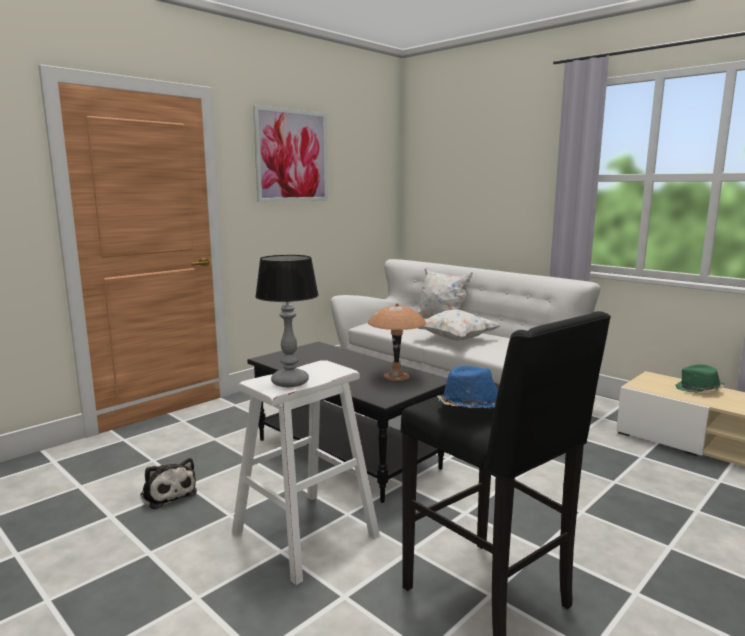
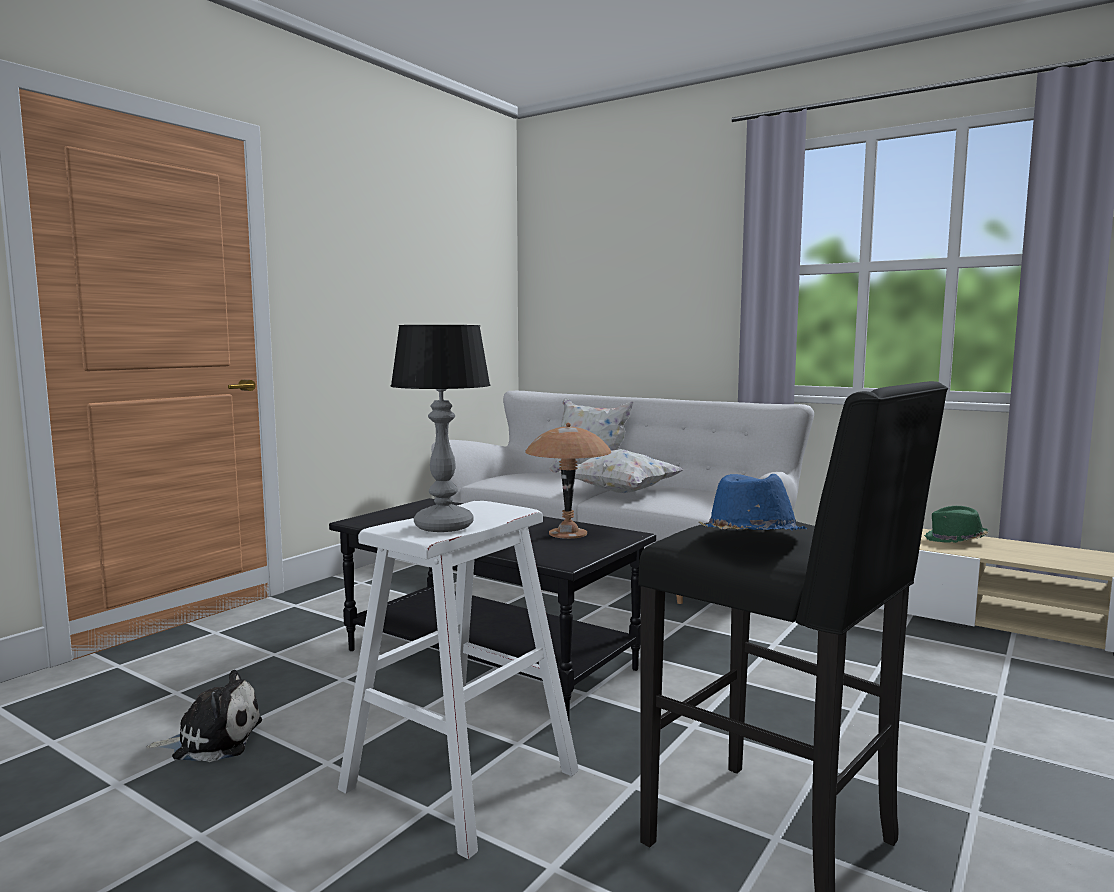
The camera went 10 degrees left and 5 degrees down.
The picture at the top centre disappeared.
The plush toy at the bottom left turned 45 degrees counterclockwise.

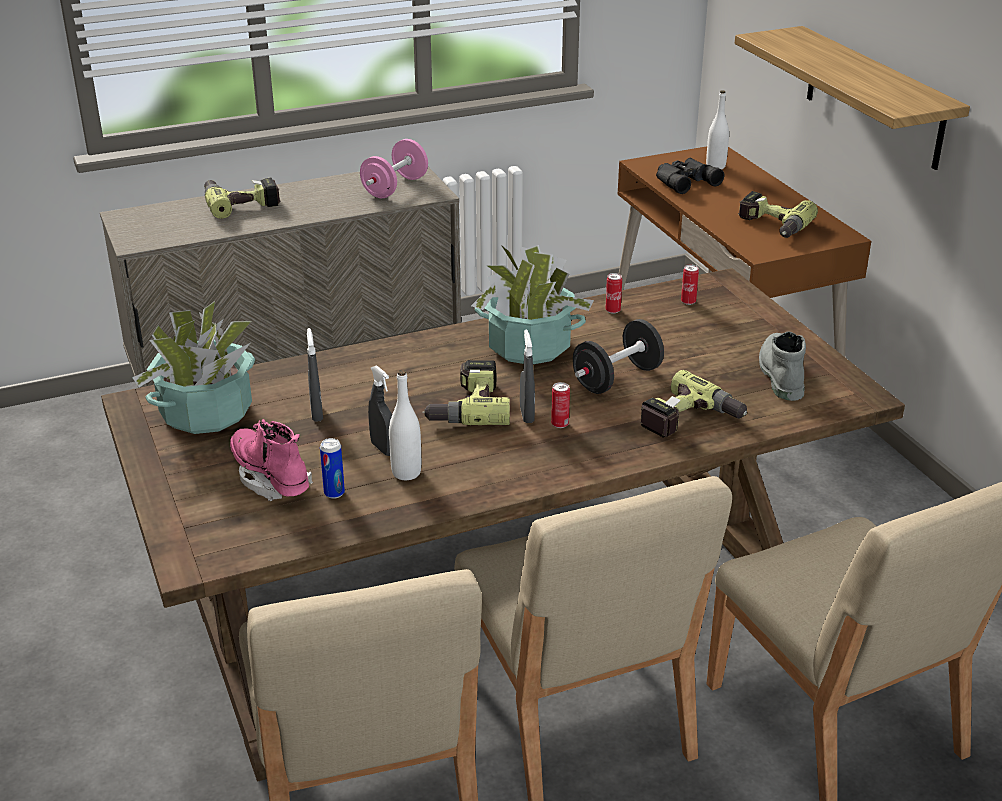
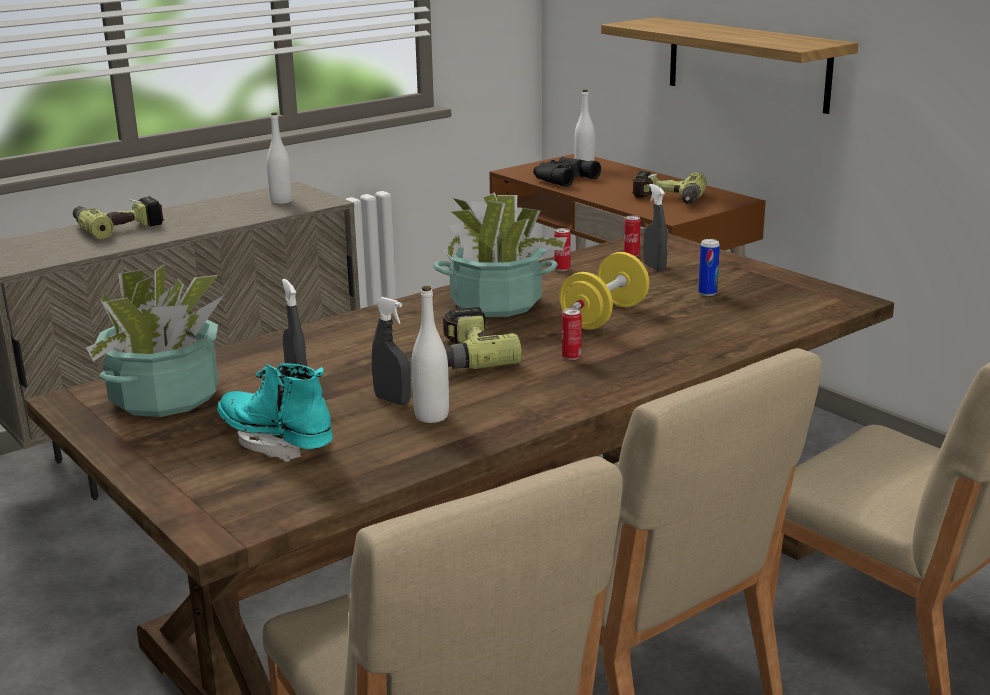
The camera went 15 degrees left and 10 degrees down.
The pink dumbbell at the top centre was replaced by the white bottle (no. 1 from left) at the top left.
The black dumbbell at the centre became the yellow dumbbell at the centre.
The grey spray bottle (no. 3 from left) moved from the centre to the top centre.
The grey boot at the middle right disappeared.
The power drill (no. 3 from left) at the middle right disappeared.
The pink boot at the middle left became the turquoise boot at the middle left.
The can (no. 1 from left in the first image) moved from the middle left to the middle right.

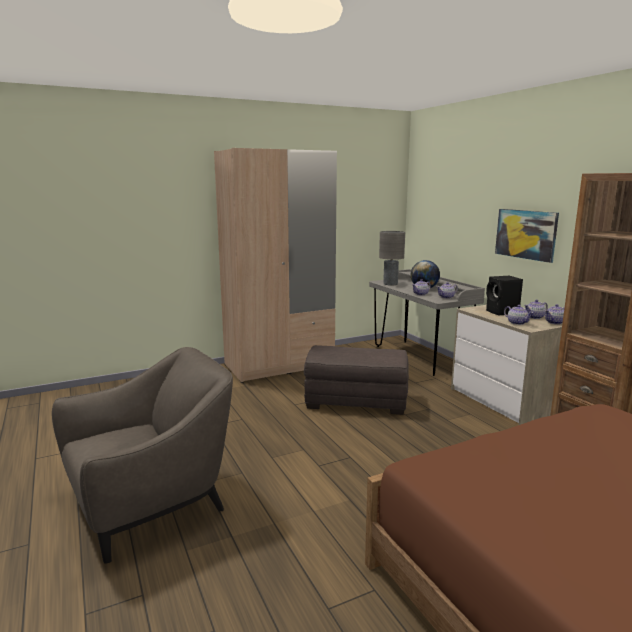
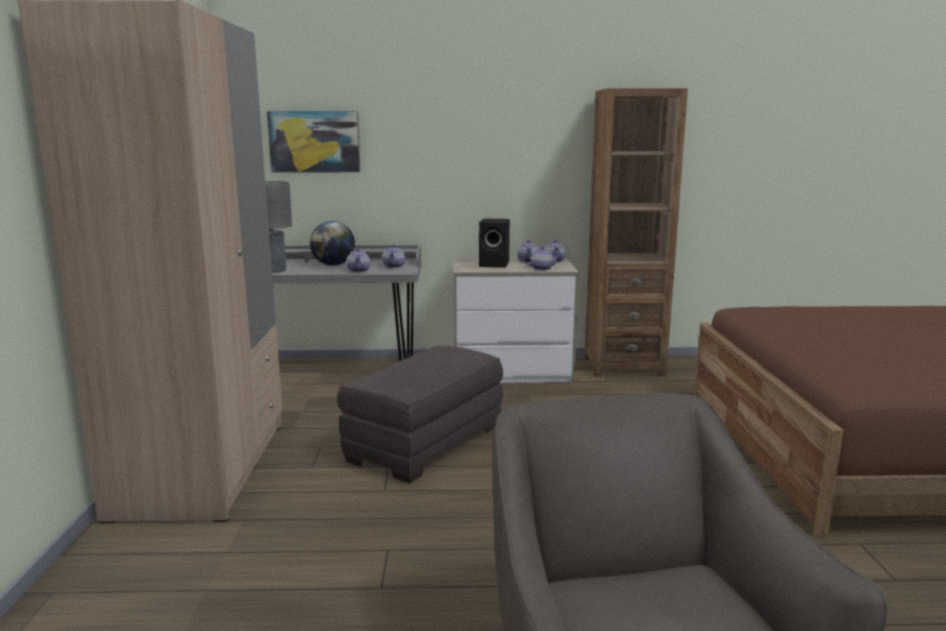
The camera went 65 degrees left and 0 degrees up.
The picture moved from the middle right to the top left.

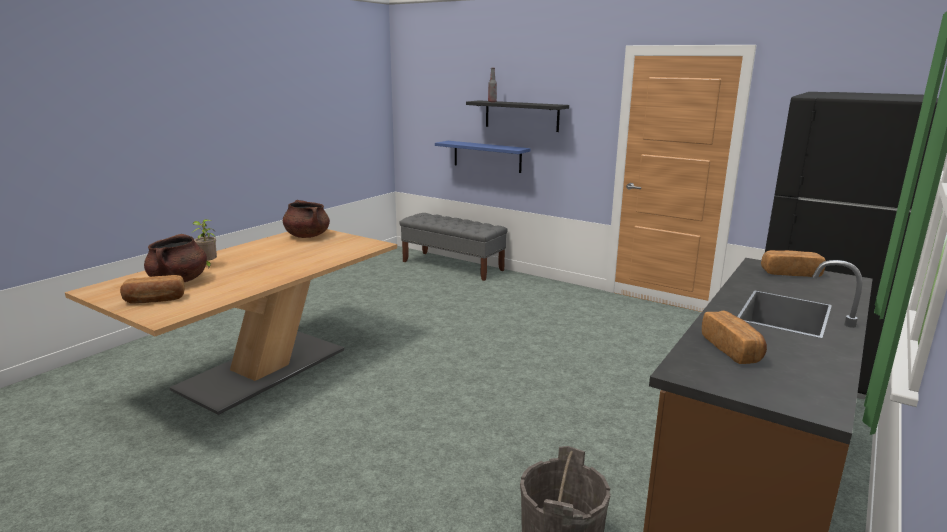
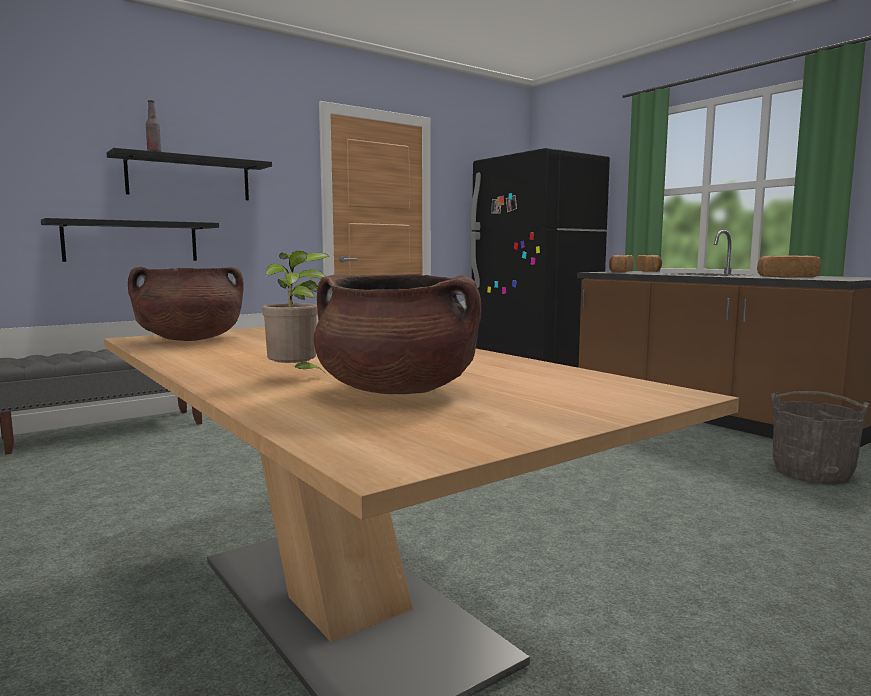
The camera went 70 degrees left and 10 degrees down.
The blue shelf at the top centre became the black shelf (no. 1 from left) at the middle left.
The bread (no. 1 from left in the first image) moved from the middle left to the middle right.

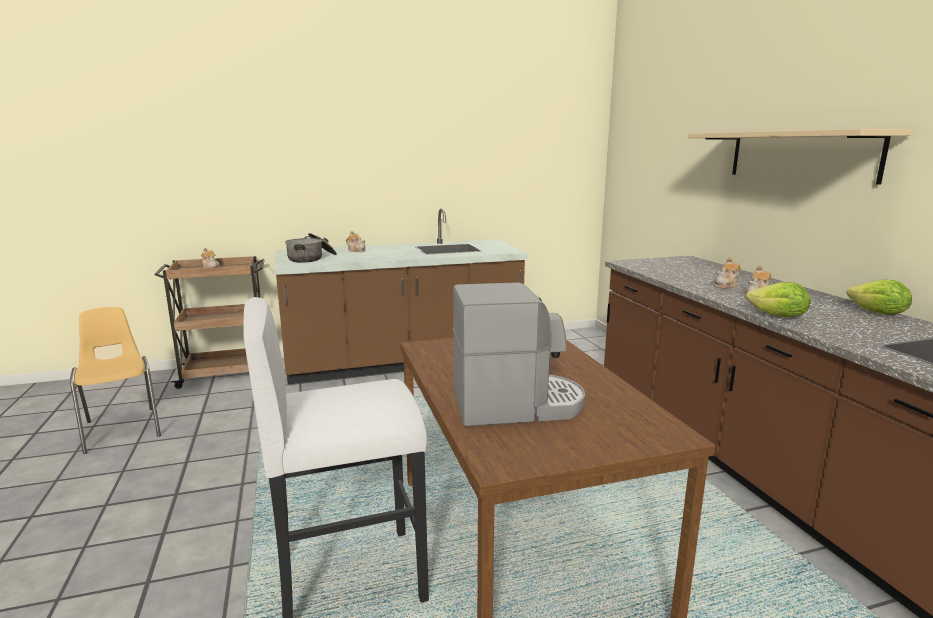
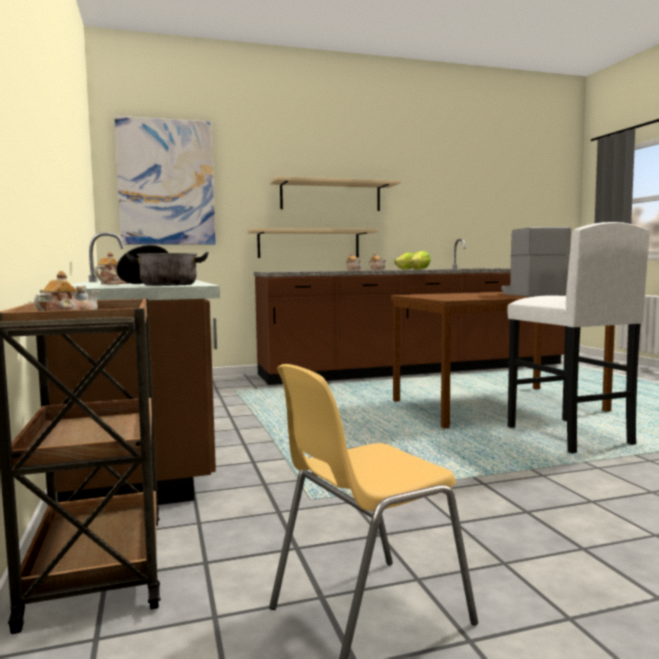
The camera went 90 degrees left and 10 degrees down.
The picture at the top left appeared.
The beige shelf (no. 1 from left) at the centre appeared.

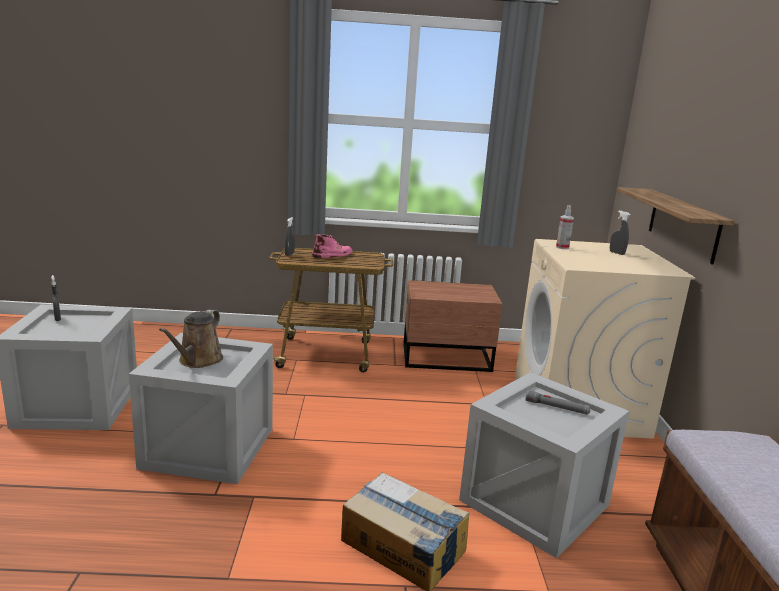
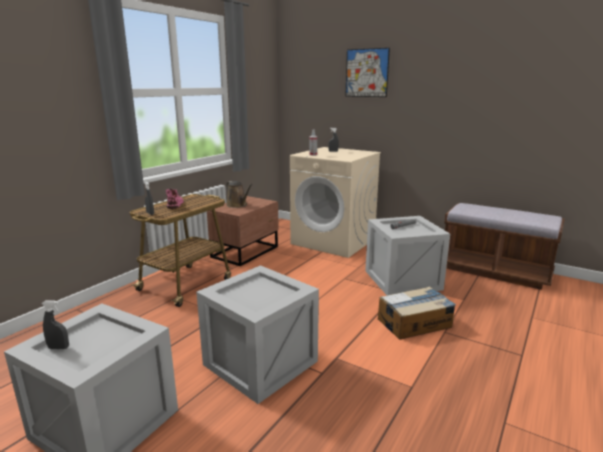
The camera went 55 degrees left and 0 degrees up.
The shelf at the middle right disappeared.
The brown watering can moved from the middle left to the centre.
The picture at the top centre appeared.

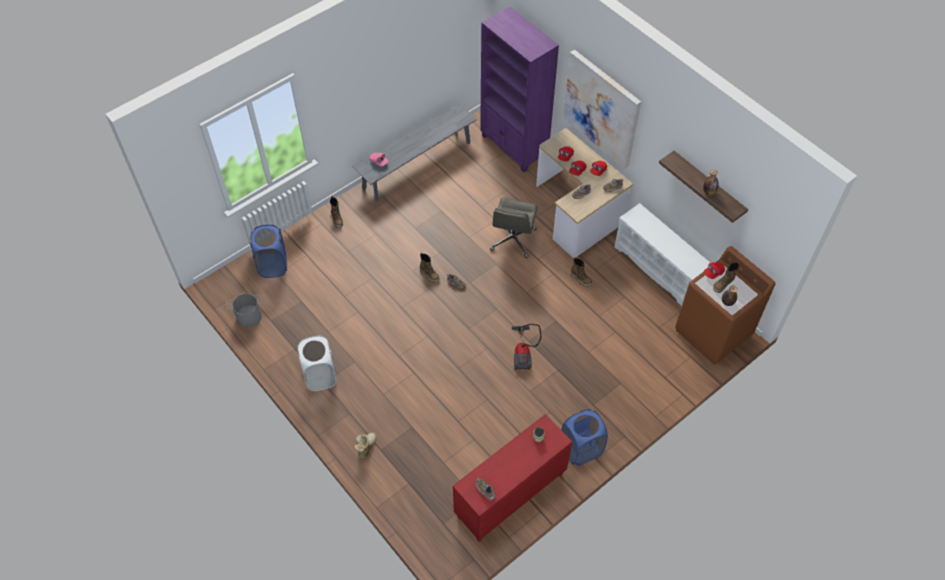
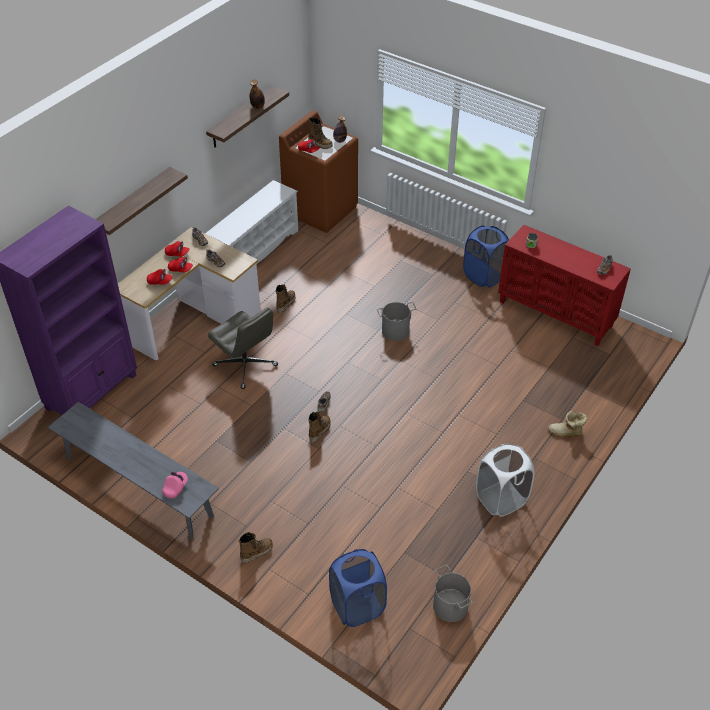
The camera went 105 degrees left and 10 degrees down.
The picture at the top centre was replaced by the shelf (no. 1 from left) at the top left.
The grey office chair at the centre turned 45 degrees clockwise.
The vacuum cleaner at the centre was replaced by the grey bucket (no. 1 from left) at the centre.

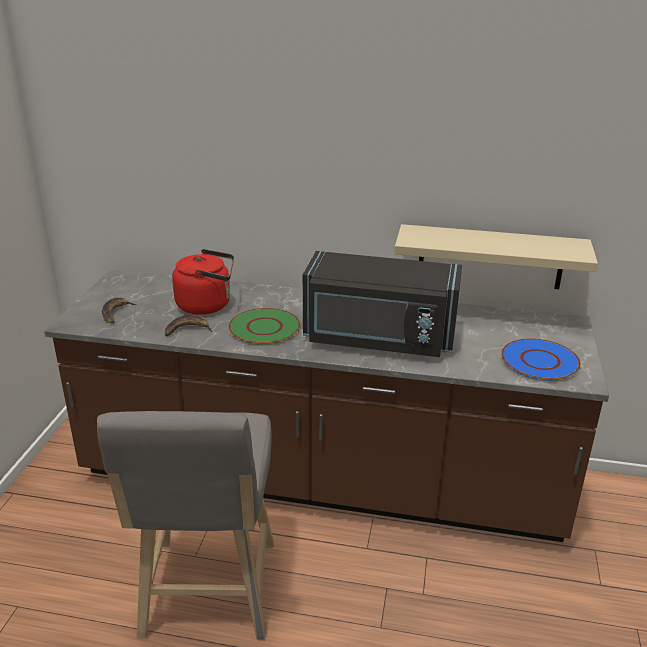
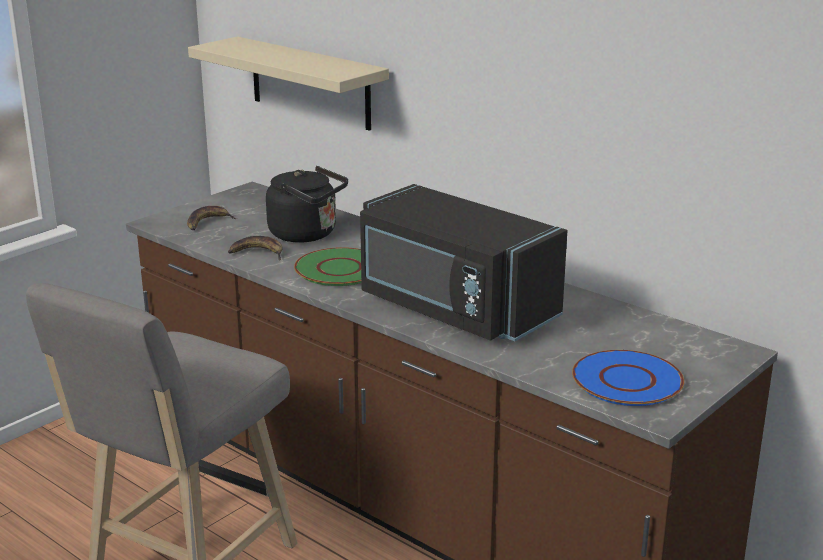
The camera went 30 degrees right and 5 degrees down.
The beige shelf moved from the middle right to the top centre.
The red kettle at the middle left became the black kettle at the centre.

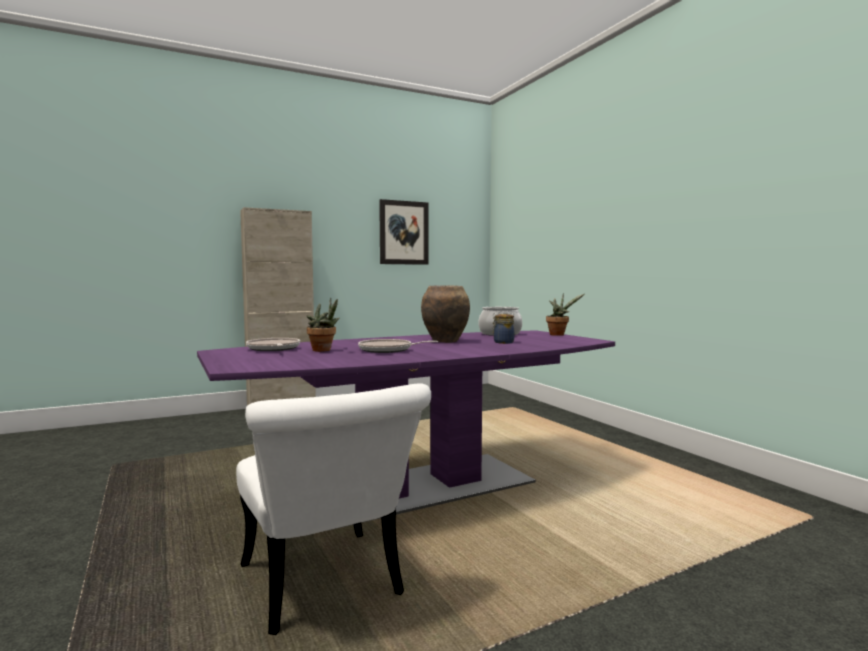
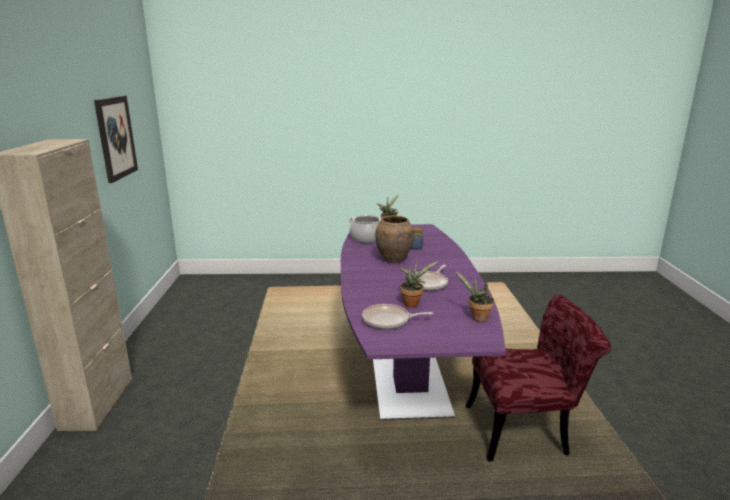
The camera went 65 degrees left and 15 degrees up.
The white chair at the bottom centre became the red chair at the bottom right.
The potted plant (no. 3 from left) at the centre appeared.

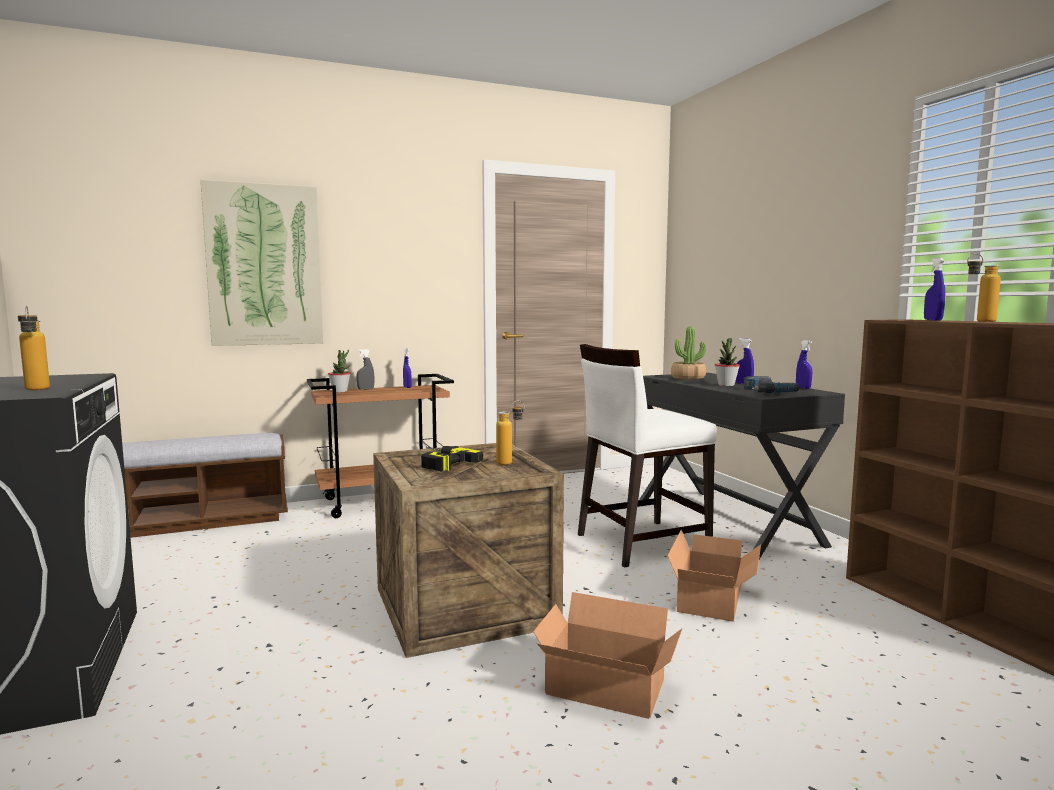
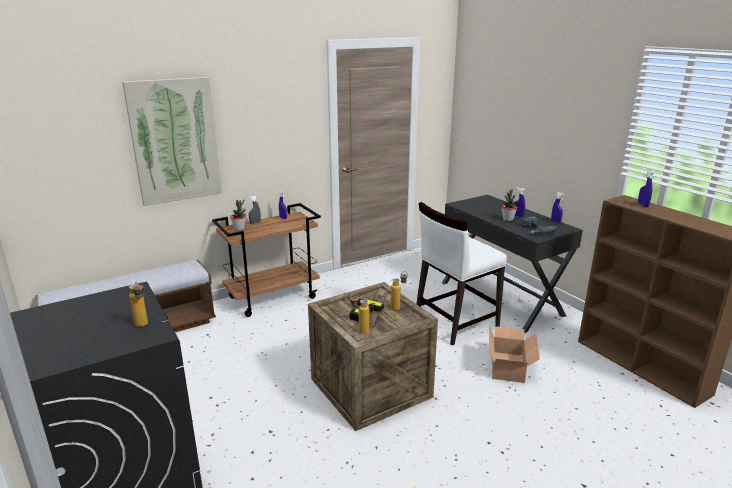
The camera went 10 degrees left and 15 degrees up.
The bottle (no. 3 from left in the first image) moved from the middle right to the centre.
The potted plant (no. 2 from left) at the centre disappeared.
The cardboard box (no. 1 from left) at the bottom centre disappeared.

